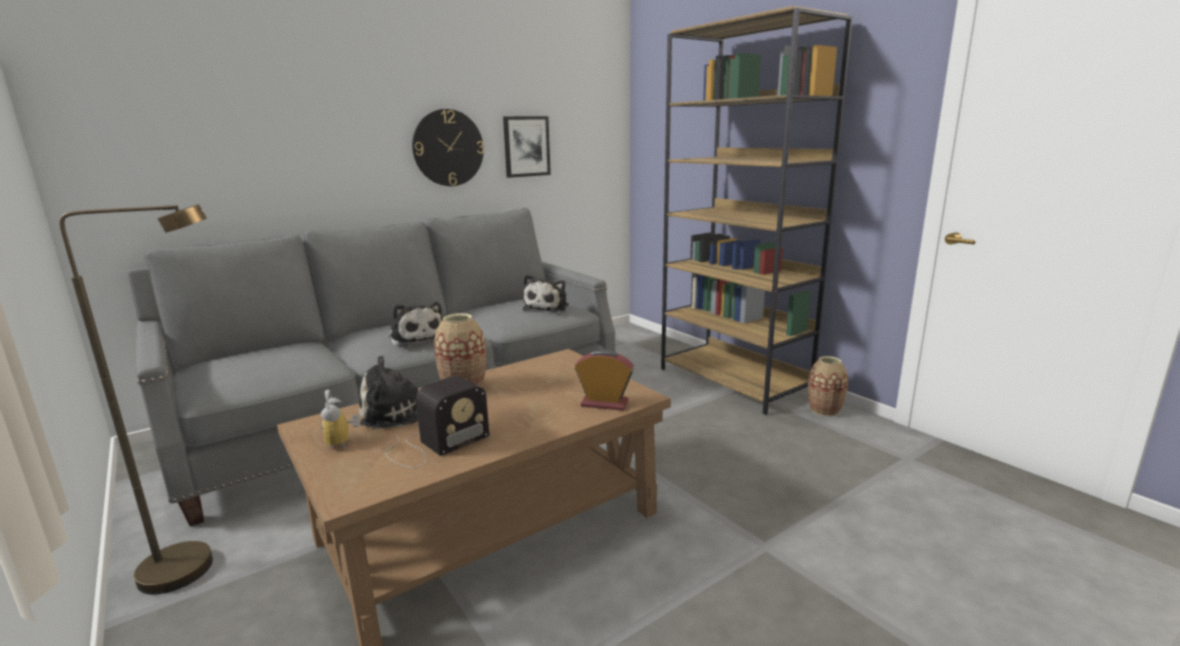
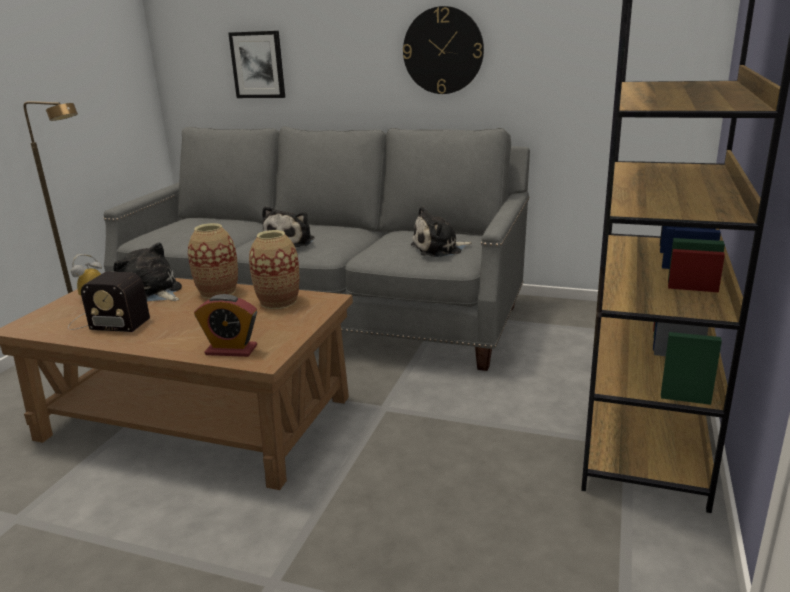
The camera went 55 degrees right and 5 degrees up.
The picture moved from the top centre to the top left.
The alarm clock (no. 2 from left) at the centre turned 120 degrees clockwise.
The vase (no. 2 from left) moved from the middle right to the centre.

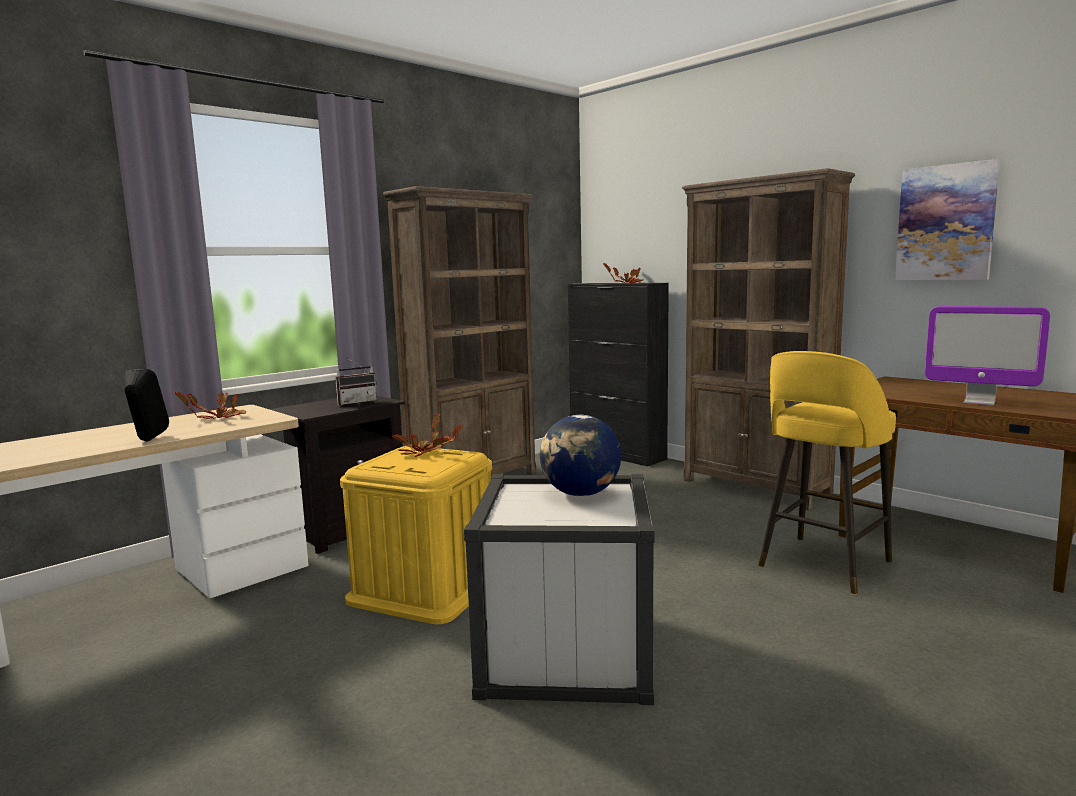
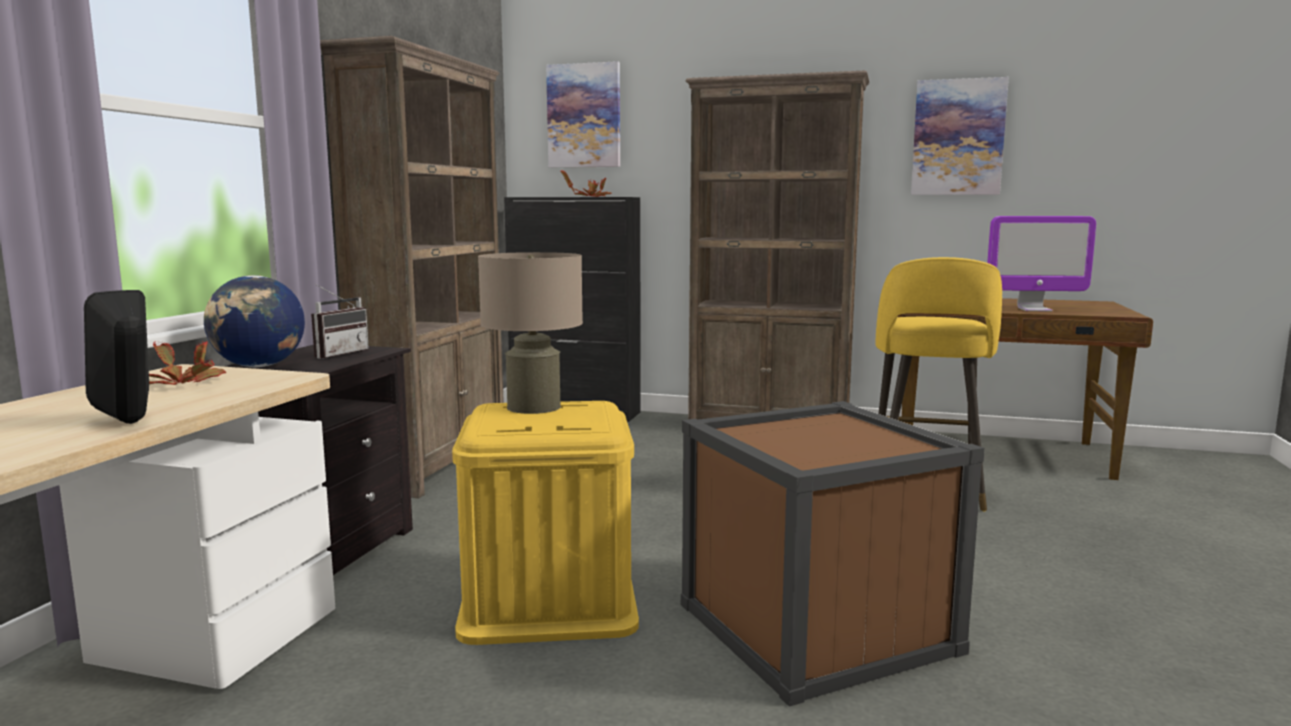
The camera went 30 degrees left and 0 degrees up.
The potted plant (no. 2 from left) at the centre was replaced by the beige table lamp at the centre.
The globe moved from the centre to the middle left.
The white storage box at the bottom centre became the brown storage box at the bottom centre.
The picture (no. 1 from left) at the top centre appeared.

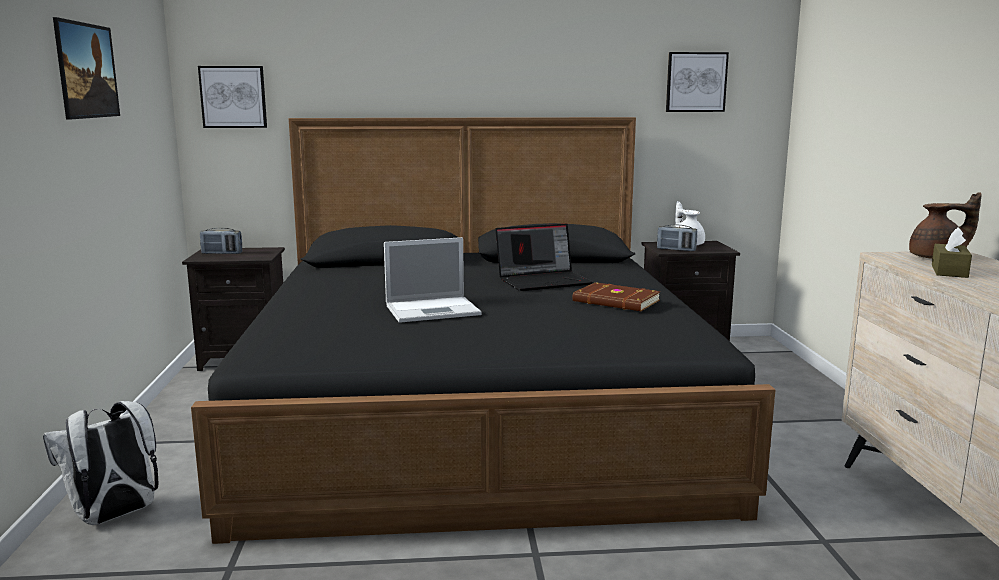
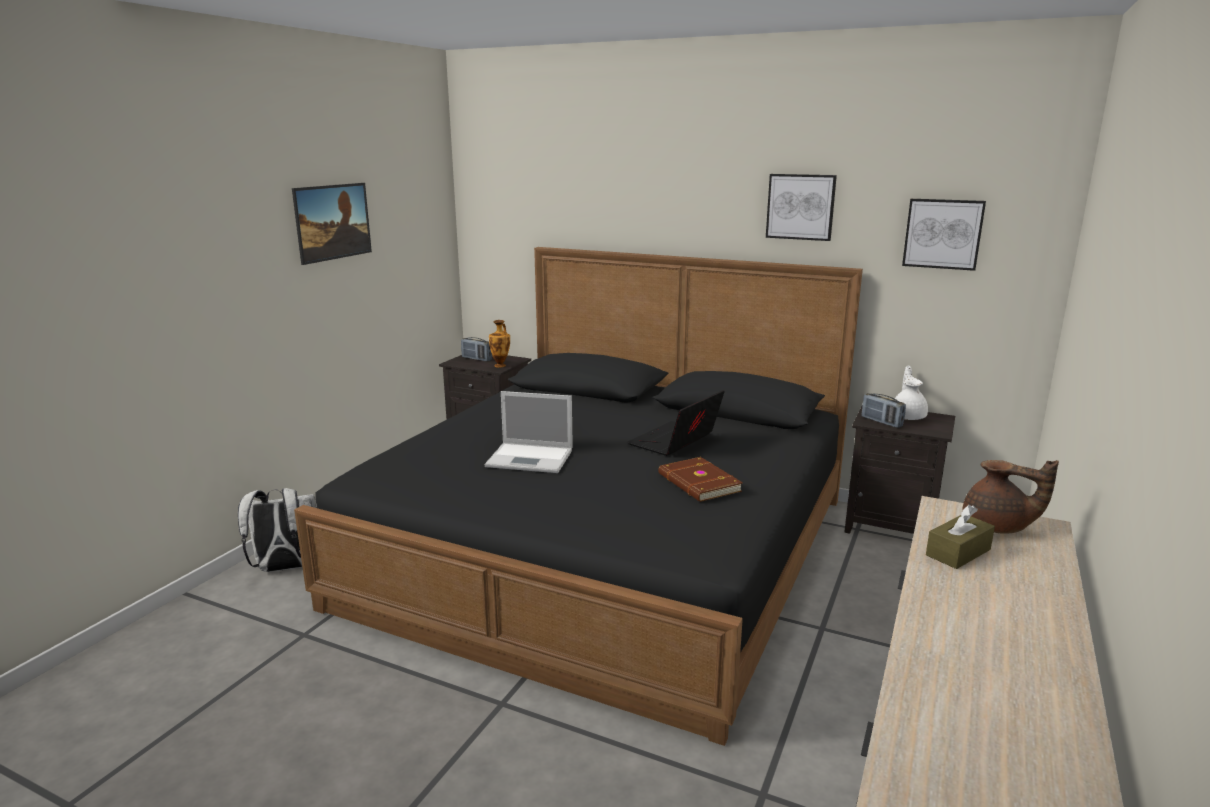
The camera went 30 degrees right and 5 degrees up.
The picture (no. 2 from left) moved from the top left to the top centre.
The laptop (no. 2 from left) at the centre turned 120 degrees clockwise.
The vase at the centre appeared.

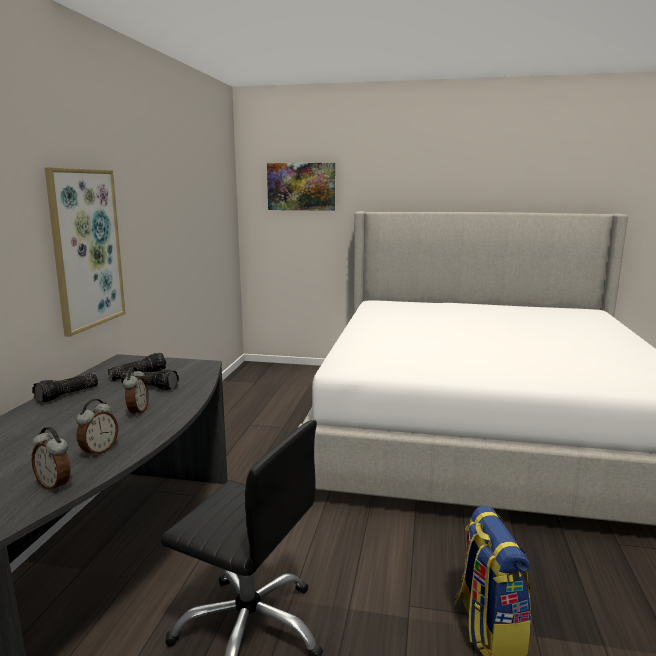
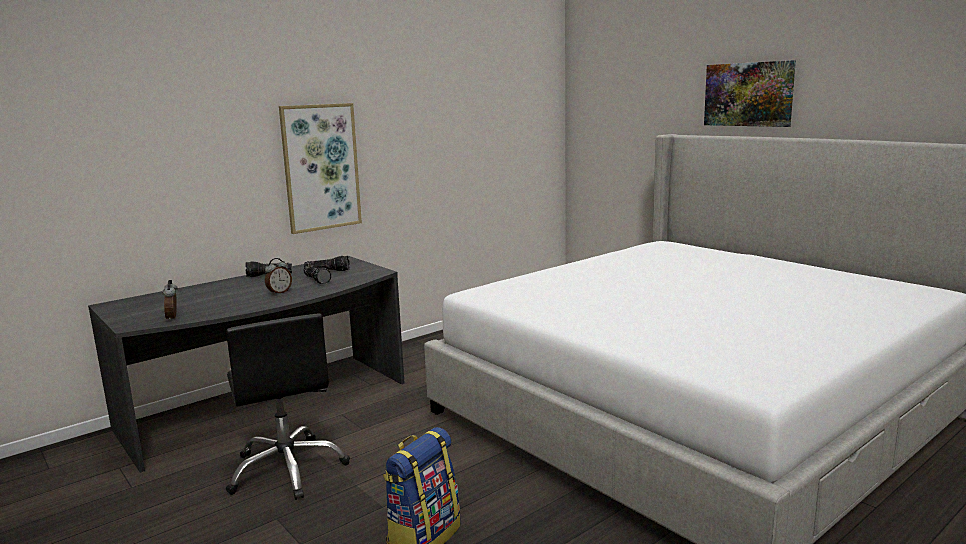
The camera went 40 degrees right and 0 degrees up.
The picture (no. 2 from left) moved from the top centre to the top right.
The alarm clock (no. 2 from left) at the middle left disappeared.

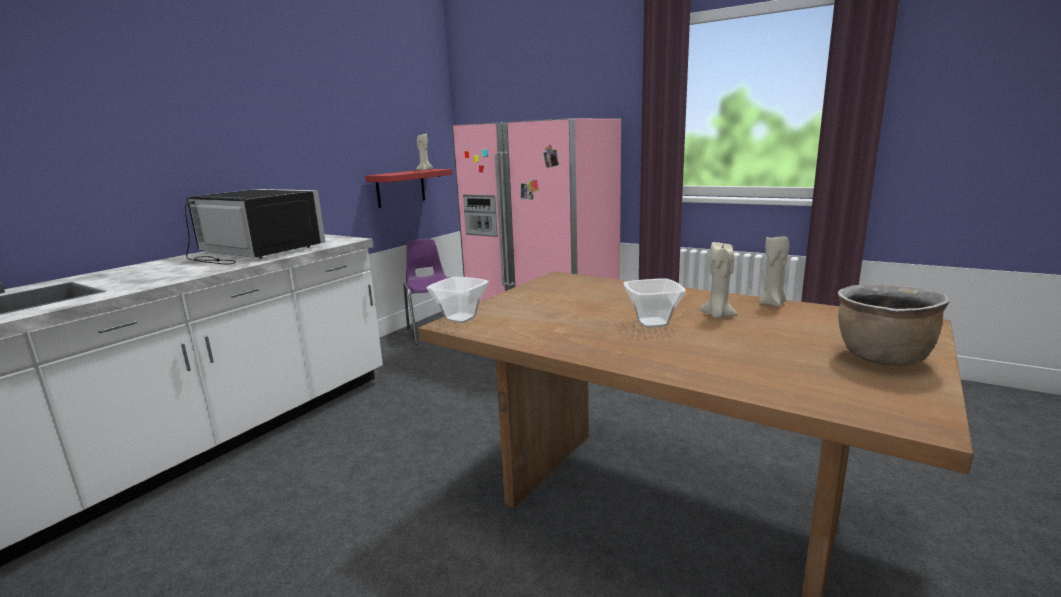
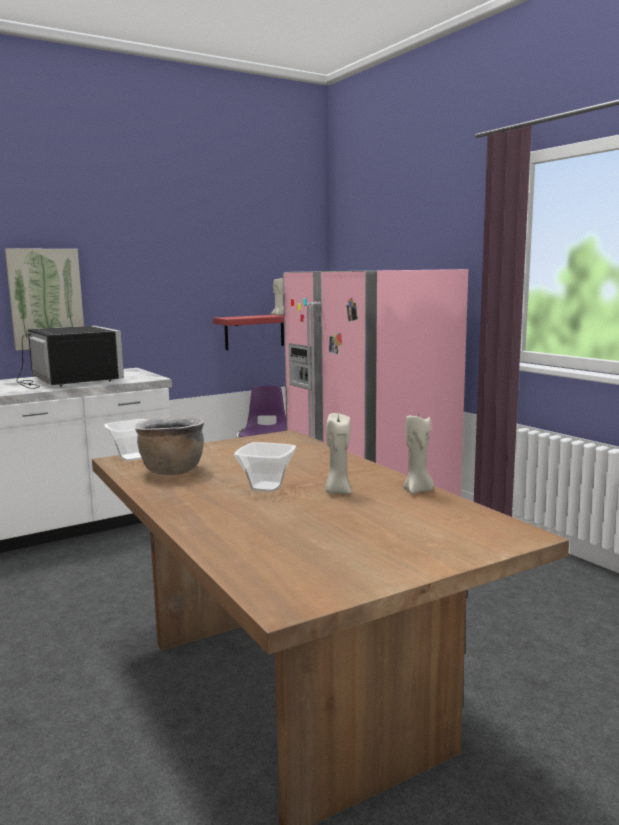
The camera went 25 degrees right and 5 degrees down.
The brown cooking pot moved from the middle right to the middle left.
The picture at the middle left appeared.

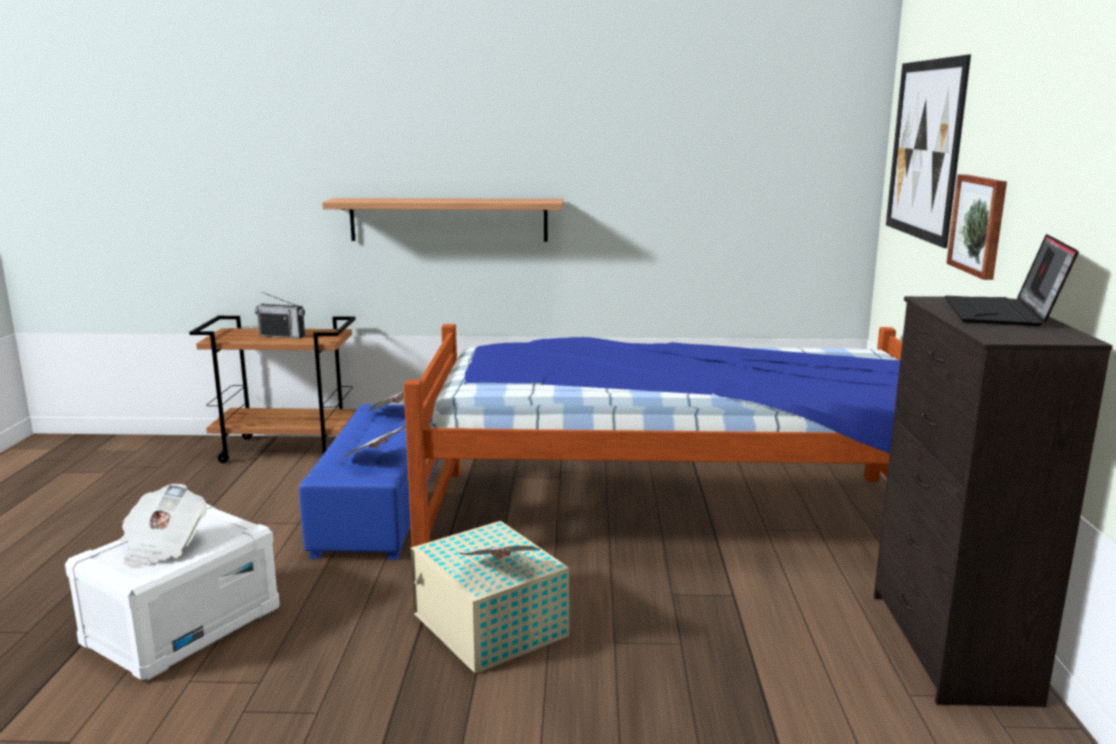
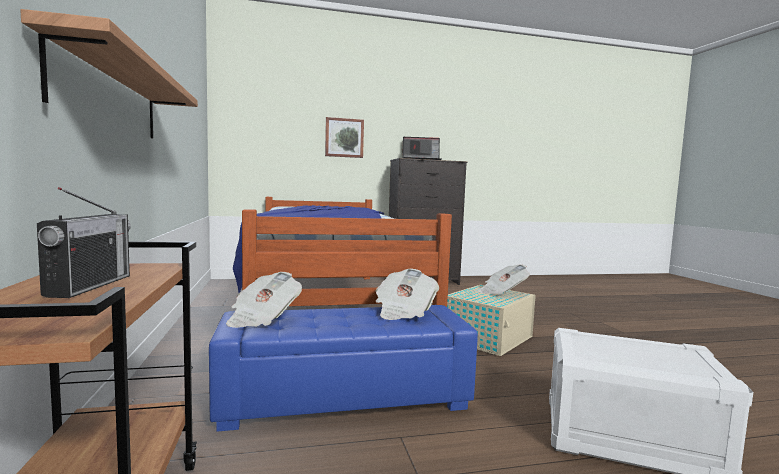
The camera went 105 degrees left and 10 degrees down.
The picture (no. 1 from left) at the top right disappeared.
The newspaper (no. 1 from left) at the bottom left disappeared.

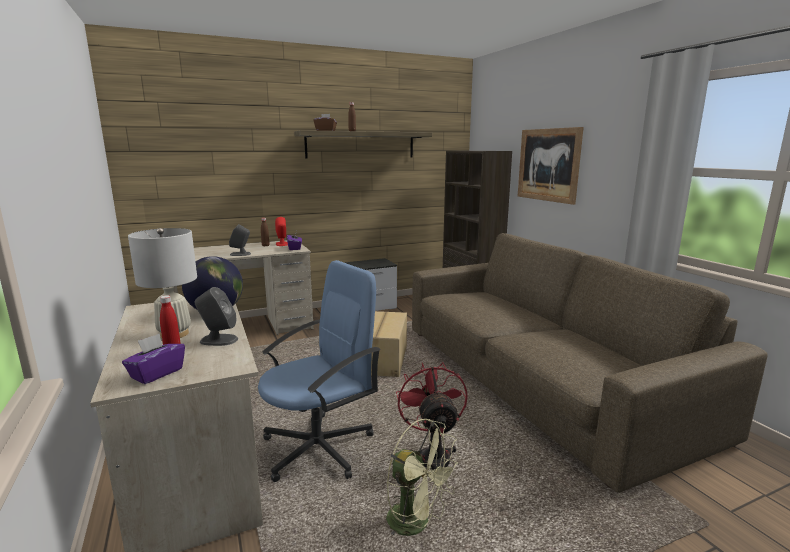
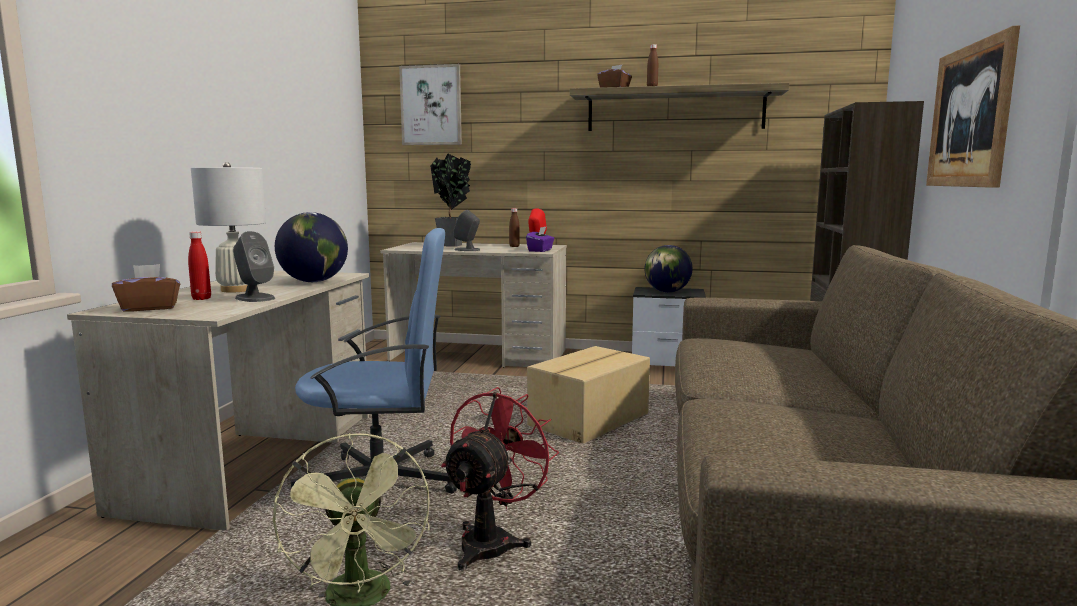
The camera went 35 degrees right and 5 degrees down.
The purple tissue box (no. 1 from left) at the middle left became the brown tissue box (no. 1 from left) at the middle left.
The picture (no. 1 from left) at the top centre appeared.
The potted plant at the top centre appeared.
The globe (no. 2 from left) at the centre appeared.

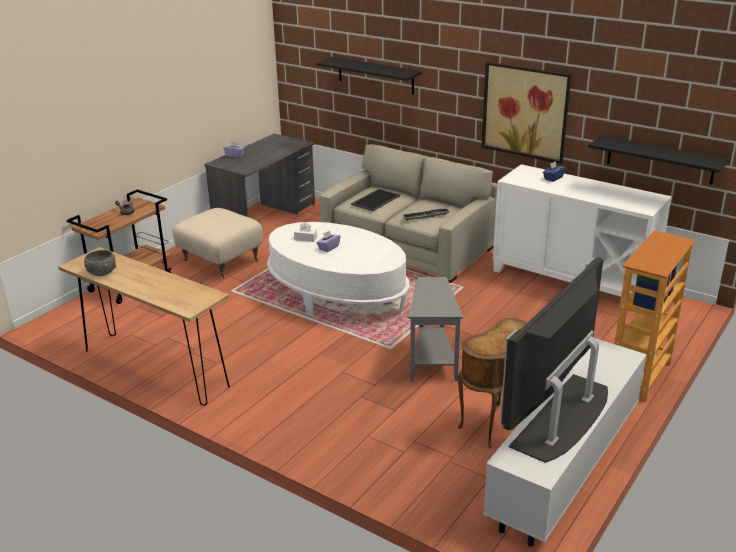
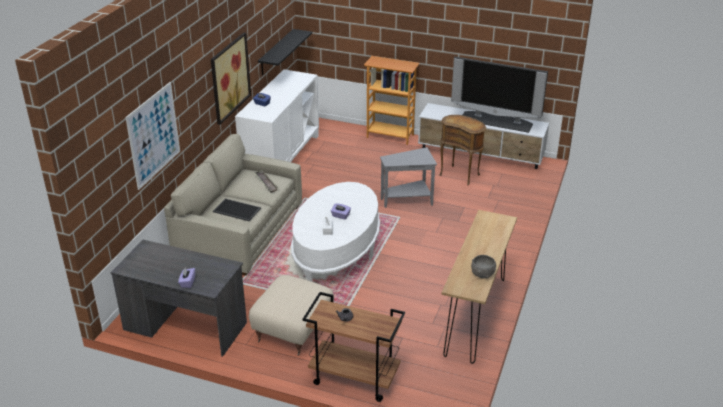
The camera went 105 degrees left and 5 degrees up.
The black shelf (no. 1 from left) at the top centre was replaced by the picture (no. 1 from left) at the middle left.

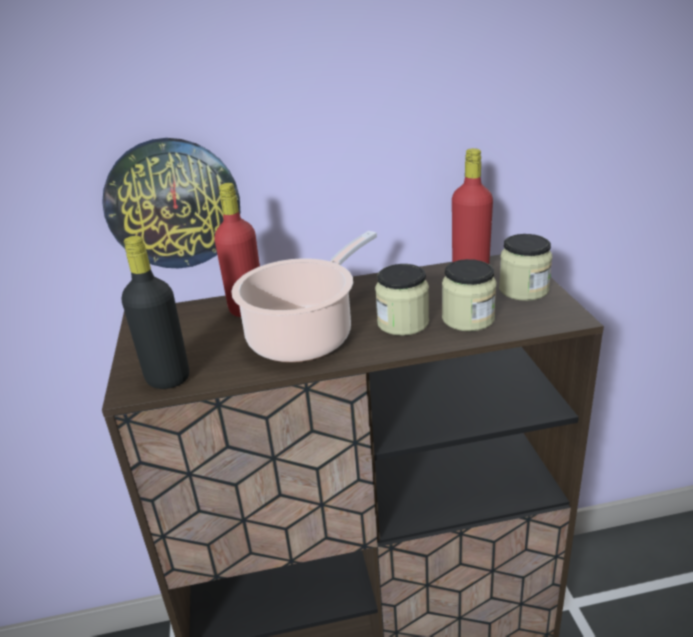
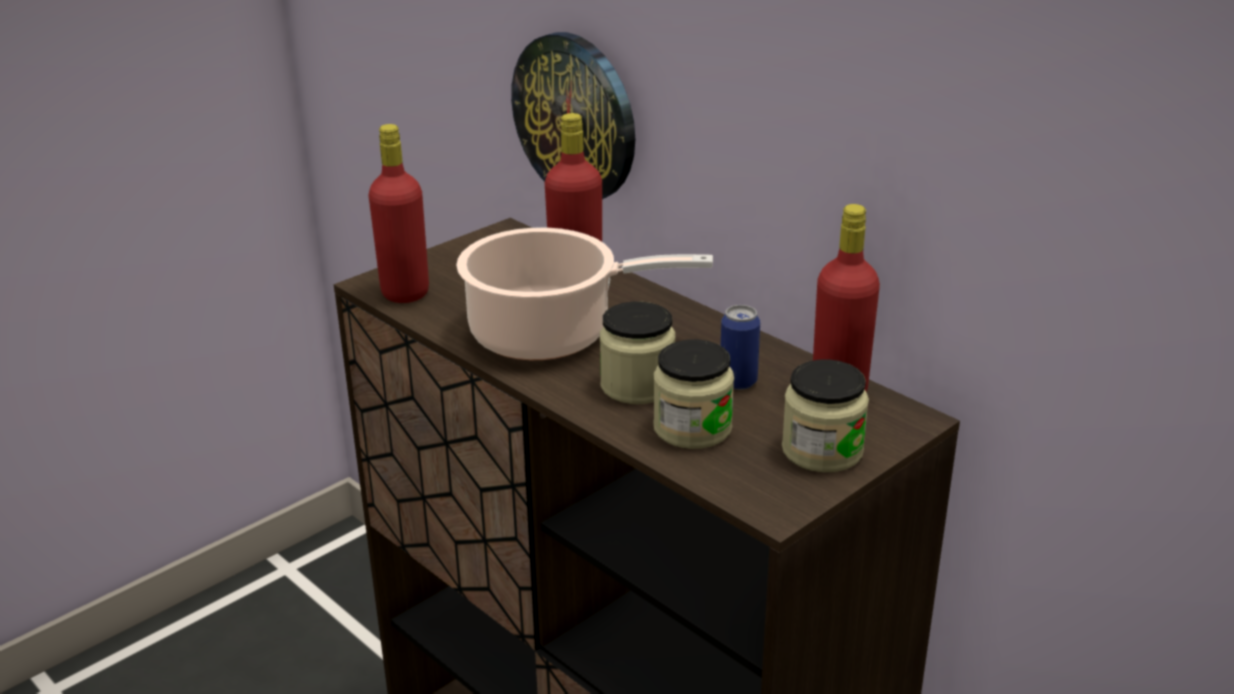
The camera went 55 degrees right and 0 degrees up.
The black bottle at the middle left became the red bottle (no. 1 from left) at the top left.
The can at the centre appeared.

